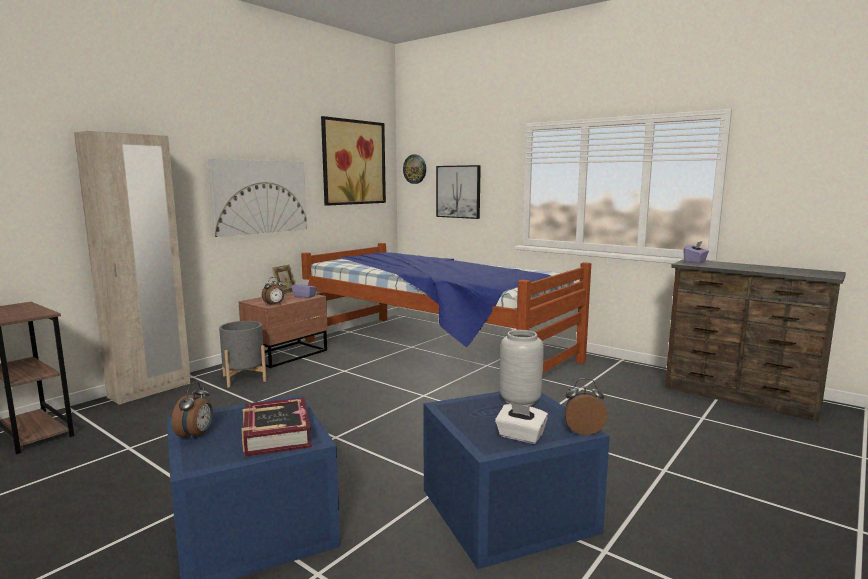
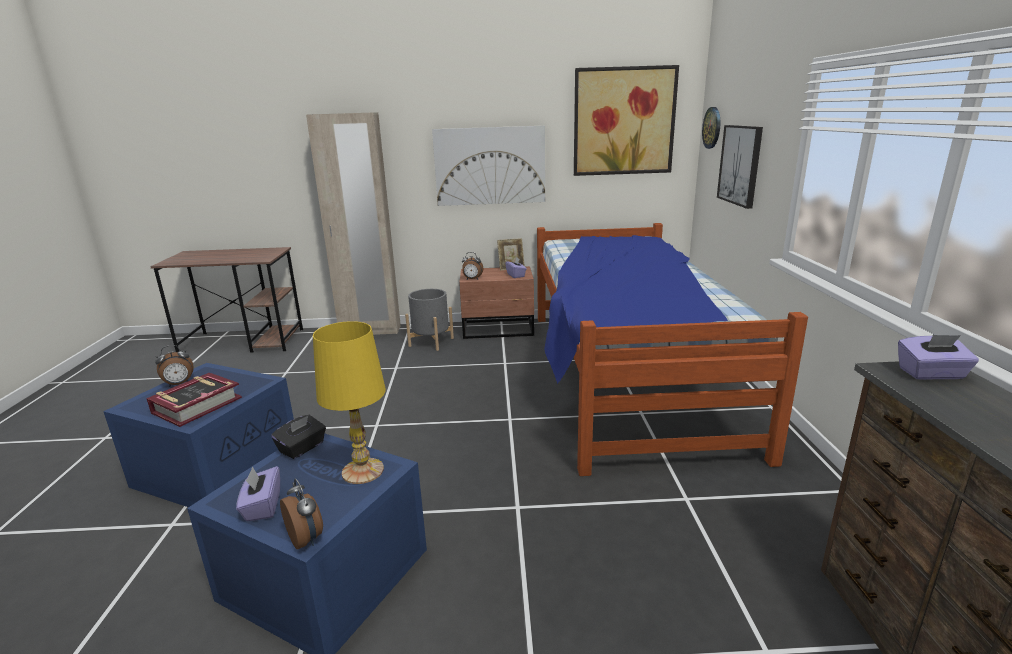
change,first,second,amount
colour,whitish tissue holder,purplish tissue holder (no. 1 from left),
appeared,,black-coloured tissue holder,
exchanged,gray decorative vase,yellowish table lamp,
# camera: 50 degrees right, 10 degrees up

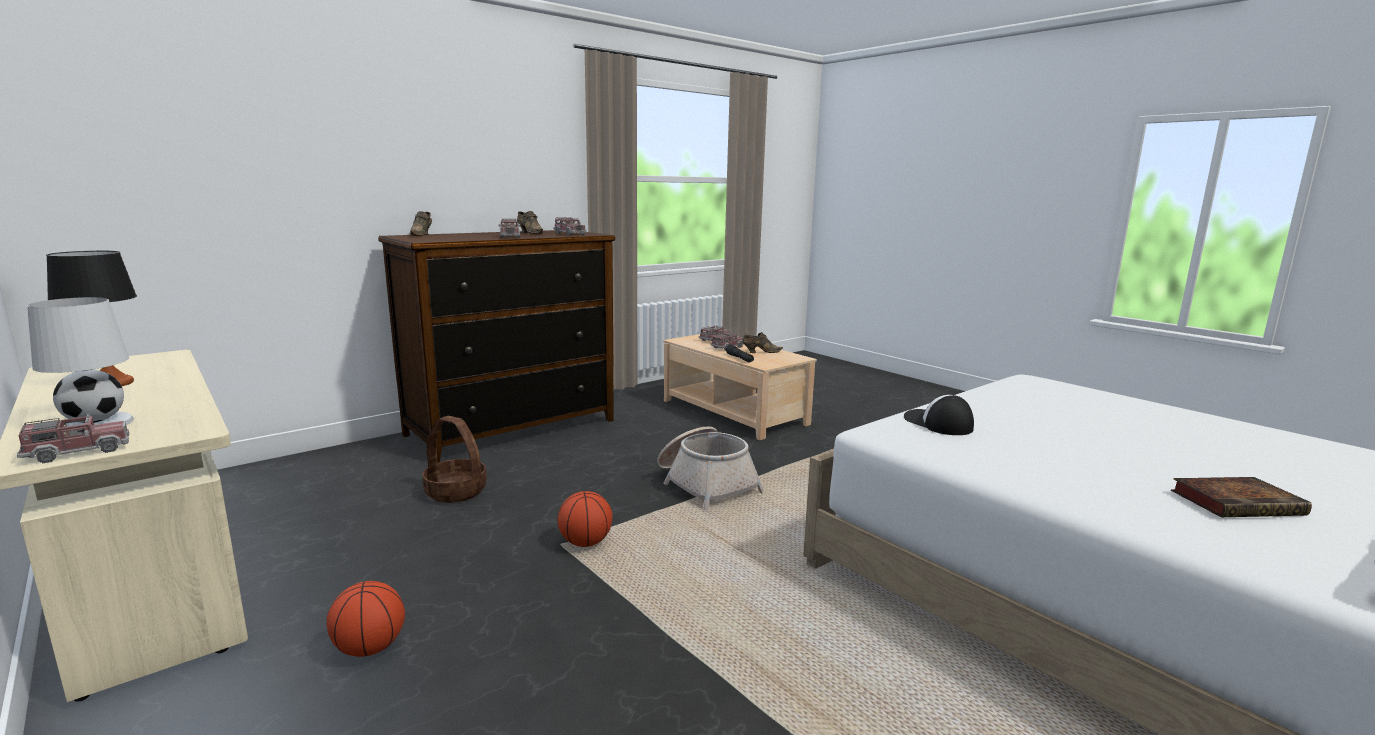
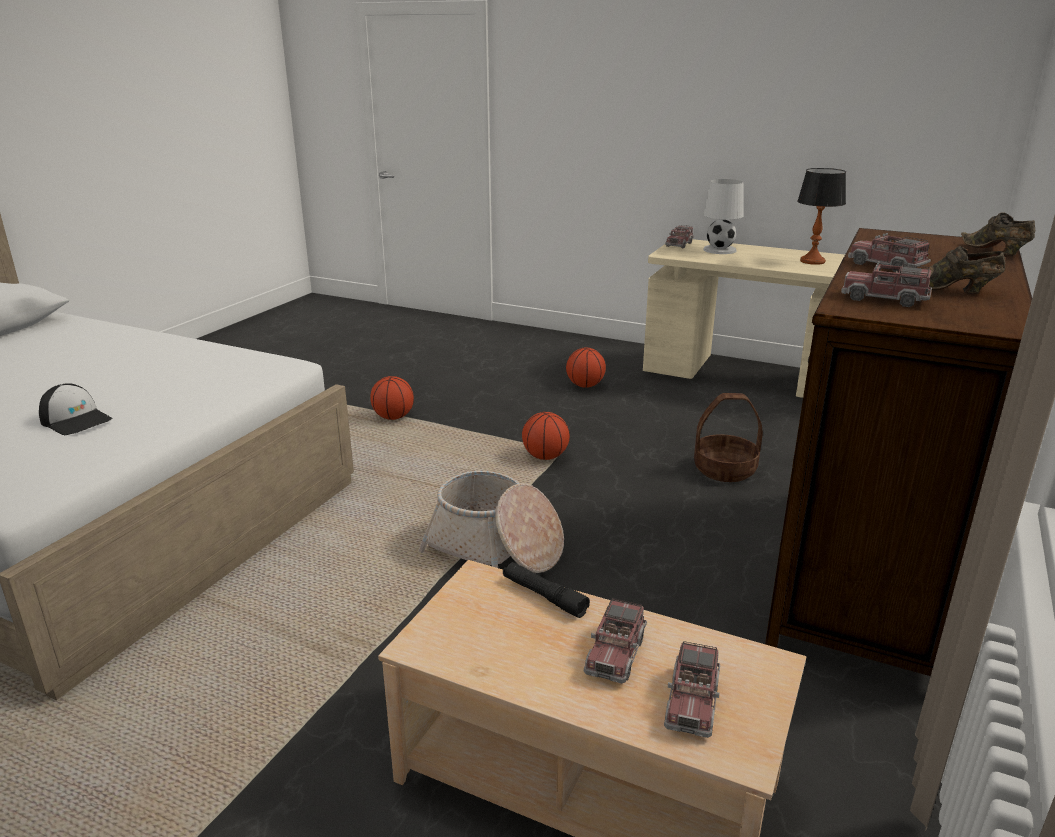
change,first,second,amount
relocated,peaked cap,,
appeared,,basketball ball (no. 1 from left),
missing,brownish shoe (no. 3 from left),,
missing,bound book,,
# camera: 155 degrees right, 10 degrees up

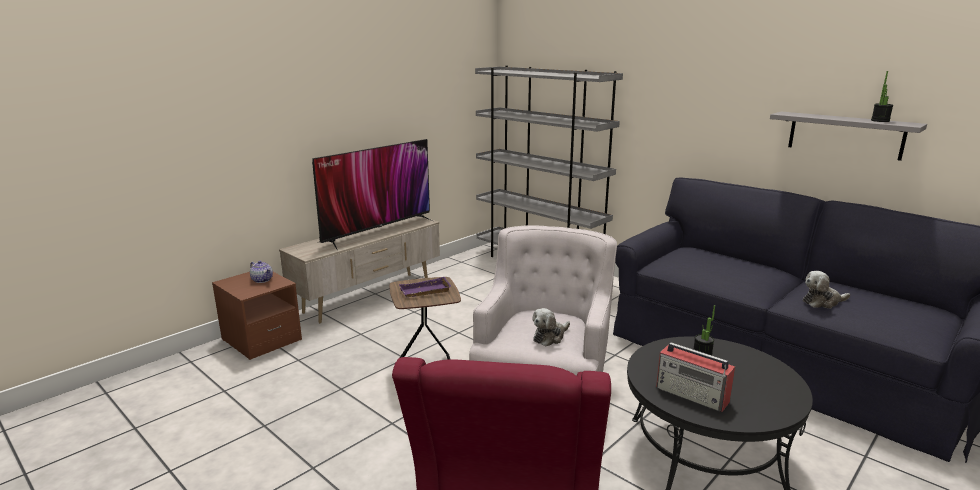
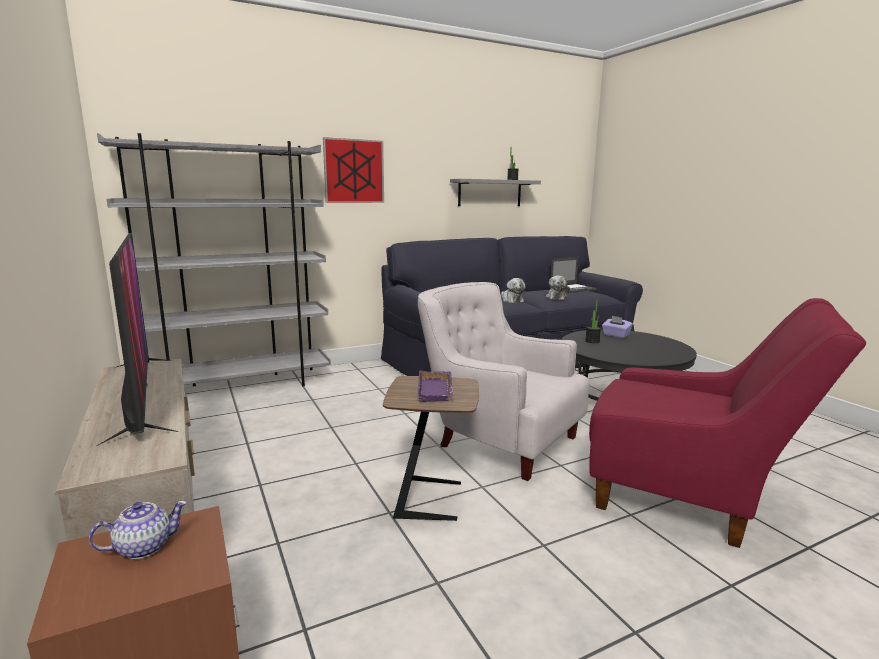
change,first,second,amount
appeared,,wall picture,
relocated,plush toy (no. 1 from left),,
appeared,,laptop,
appeared,,purplish tissue holder,
missing,radio receiver,,
# camera: 70 degrees left, 5 degrees down

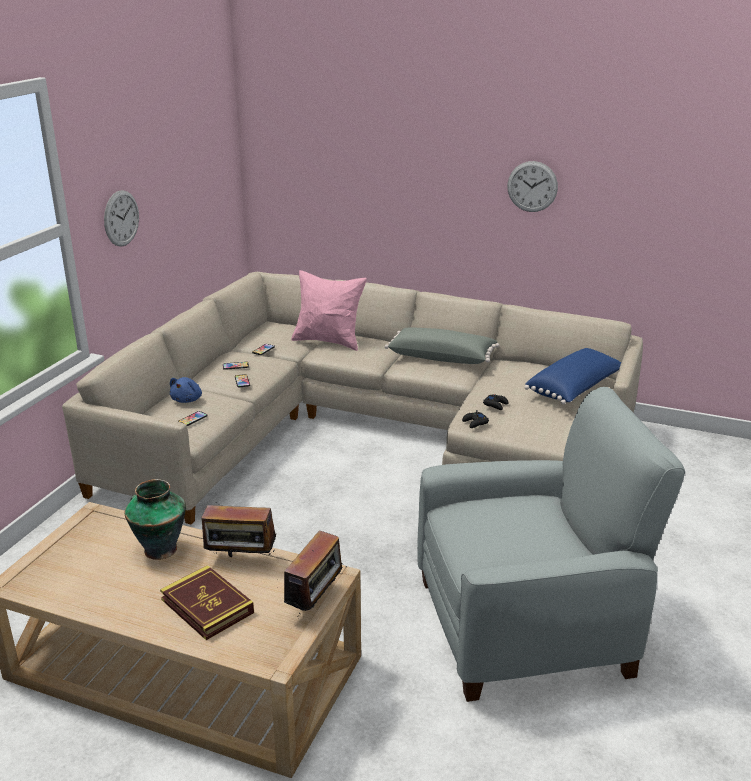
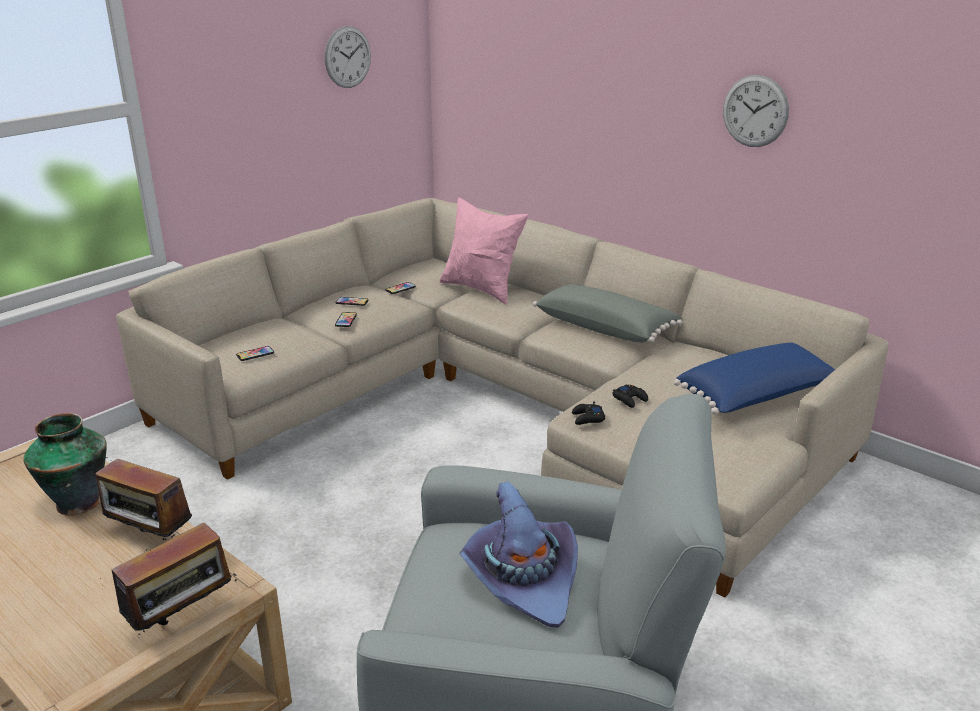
change,first,second,amount
relocated,clock on the wall (no. 1 from left),,
appeared,,purplish clothing hat,
missing,bound book,,
missing,bluish plush toy,,
# camera: 20 degrees right, 0 degrees up

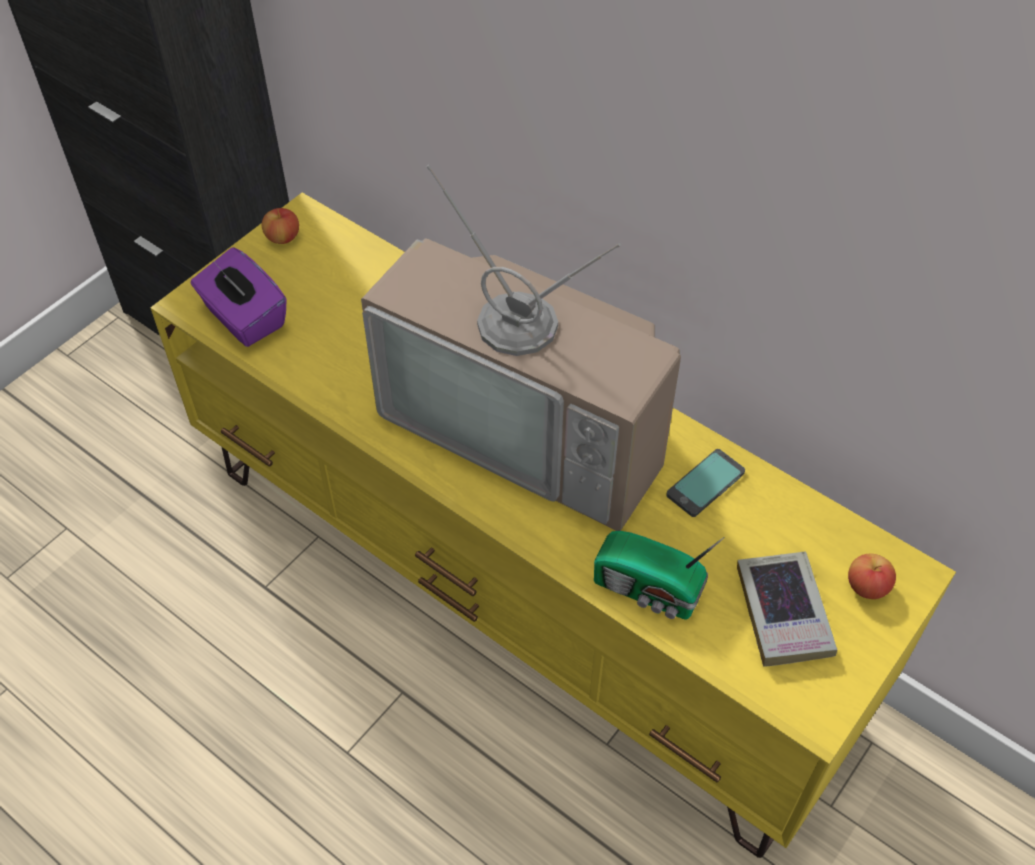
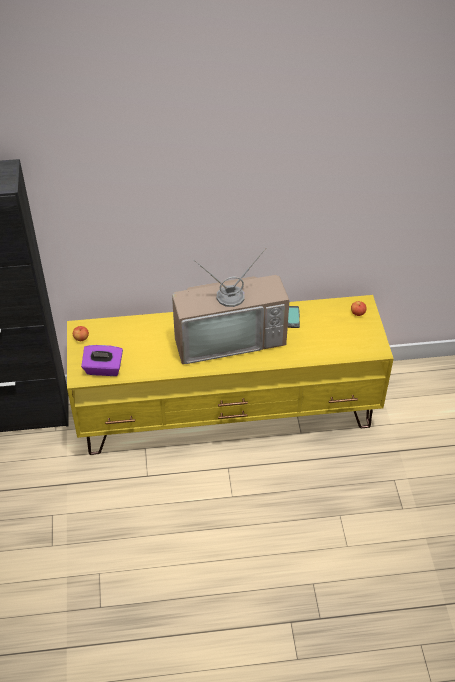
change,first,second,amount
missing,radio receiver,,
missing,bound book,,
# camera: 45 degrees left, 5 degrees down

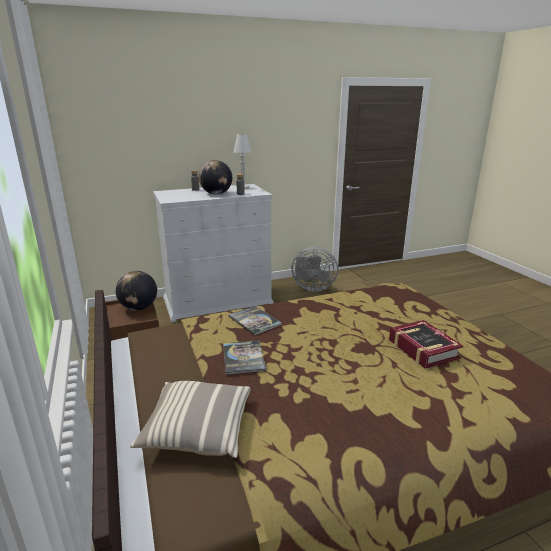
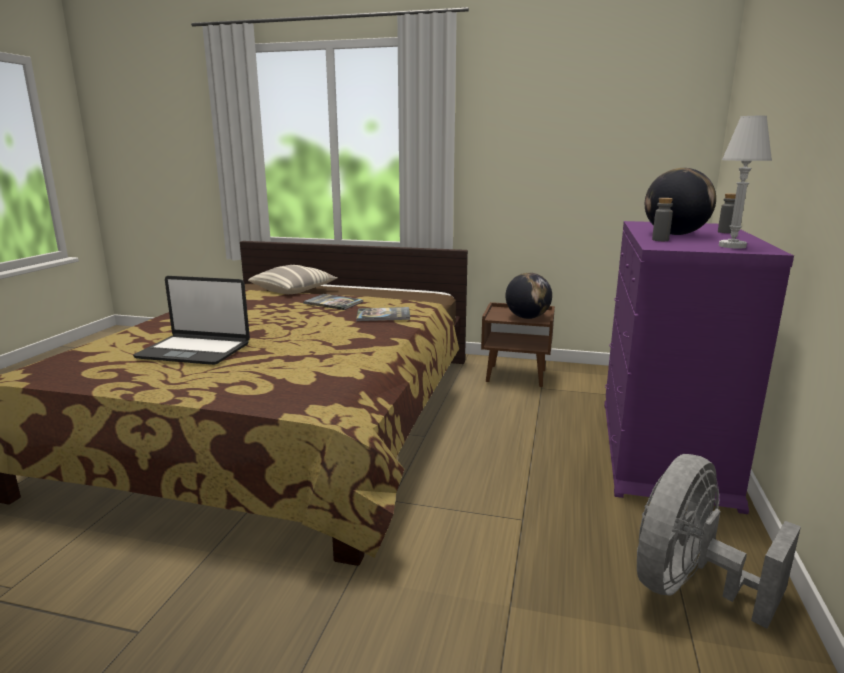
change,first,second,amount
exchanged,bound book (no. 3 from left),laptop,
colour,whitish dresser,purplish dresser,
# camera: 125 degrees right, 5 degrees down

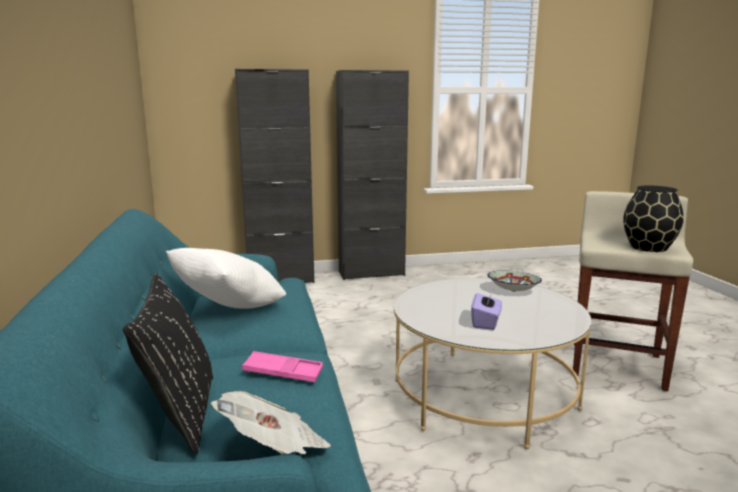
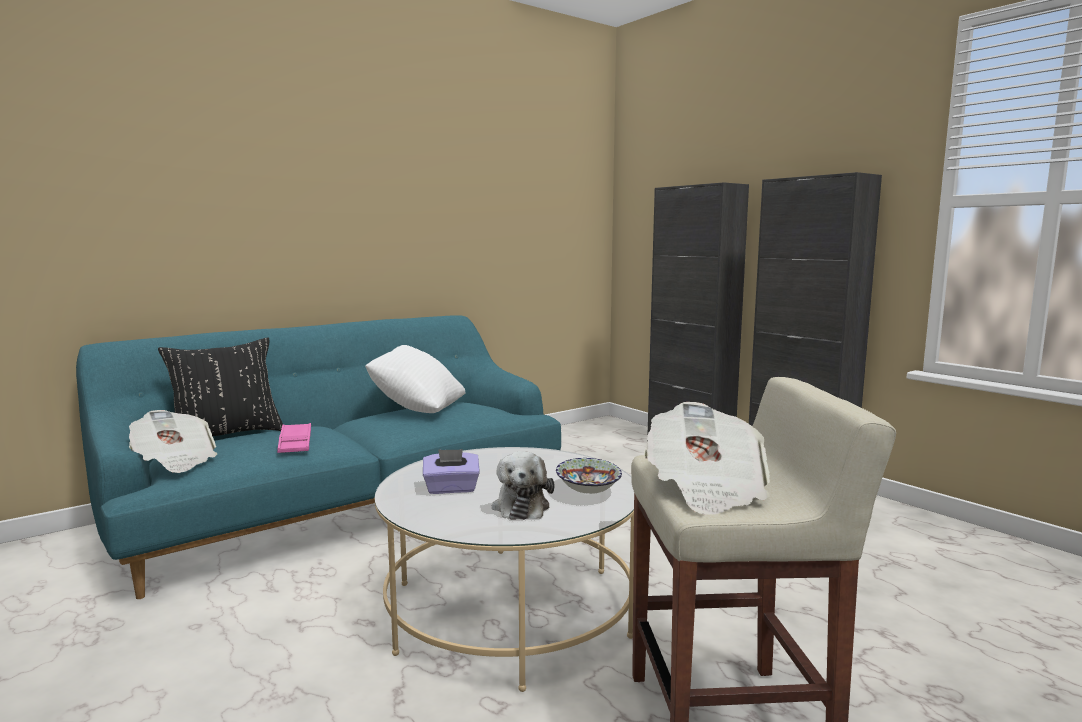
change,first,second,amount
appeared,,plush toy,
exchanged,black-coloured decorative vase,newspaper (no. 2 from left),
# camera: 65 degrees right, 5 degrees down

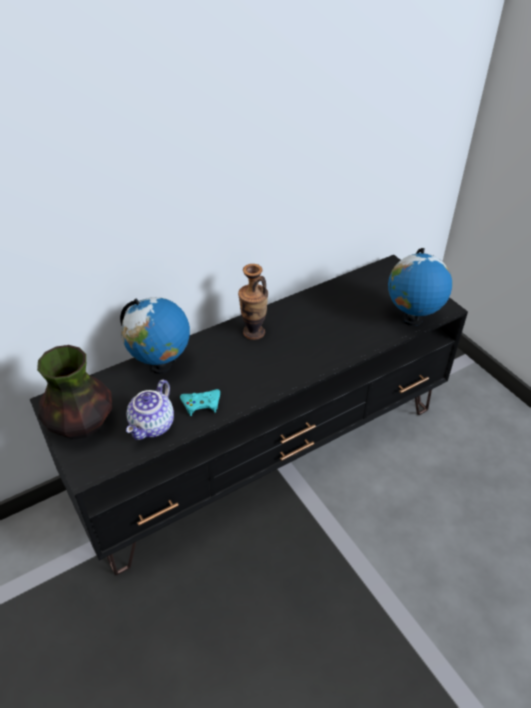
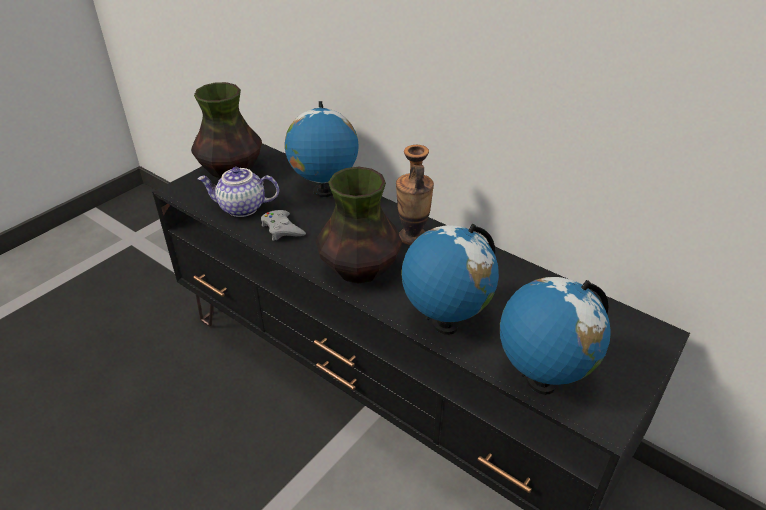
change,first,second,amount
colour,turquoise gamepad,gray gamepad,
appeared,,decorative vase (no. 2 from left),
appeared,,world globe (no. 2 from left),
# camera: 70 degrees right, 5 degrees down

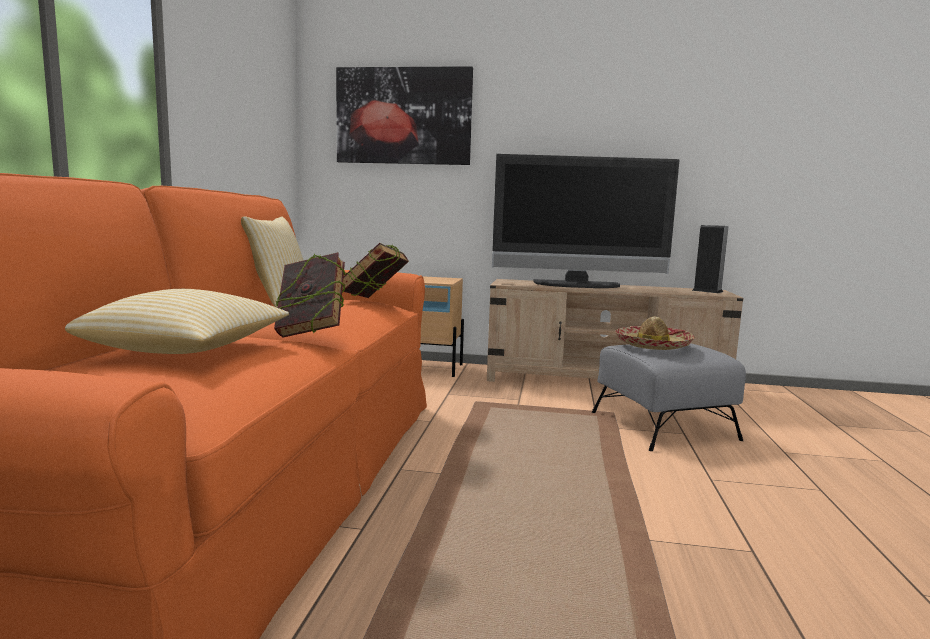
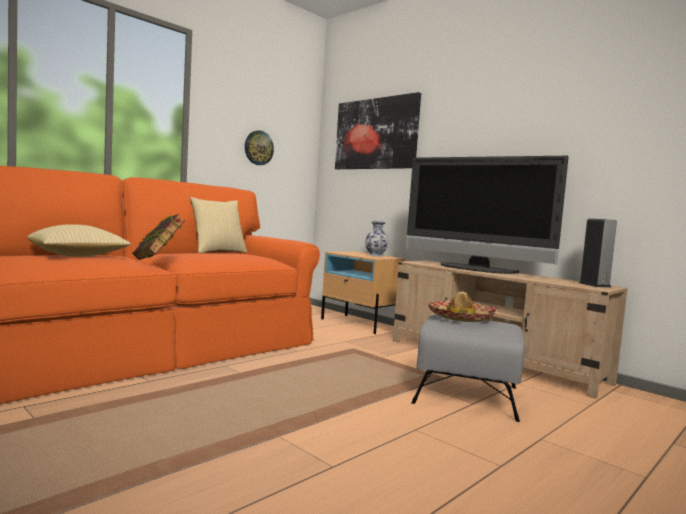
change,first,second,amount
appeared,,clock on the wall,
appeared,,decorative vase,
missing,bound book (no. 2 from left),,
# camera: 35 degrees right, 5 degrees down

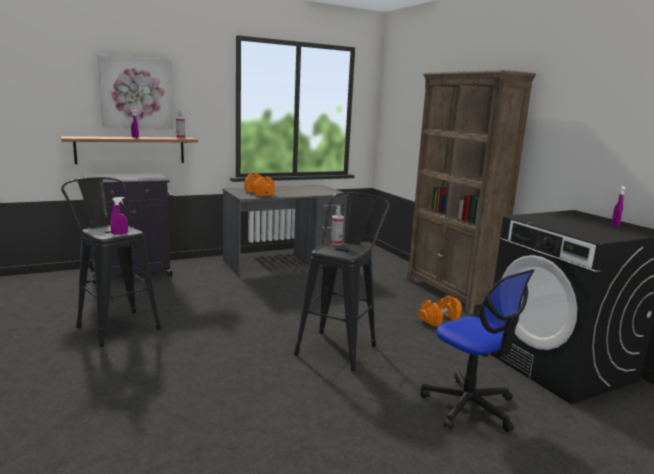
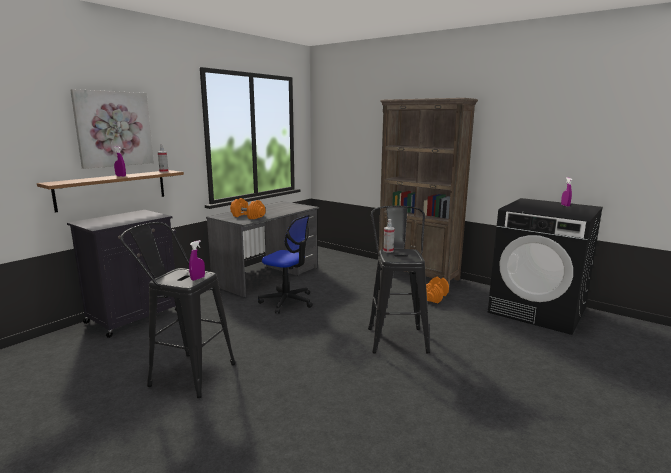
change,first,second,amount
relocated,computer chair,,
# camera: 25 degrees left, 0 degrees up

